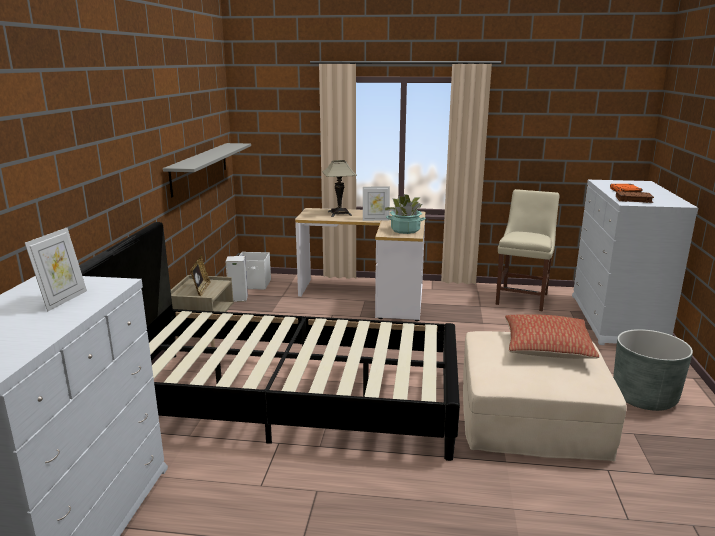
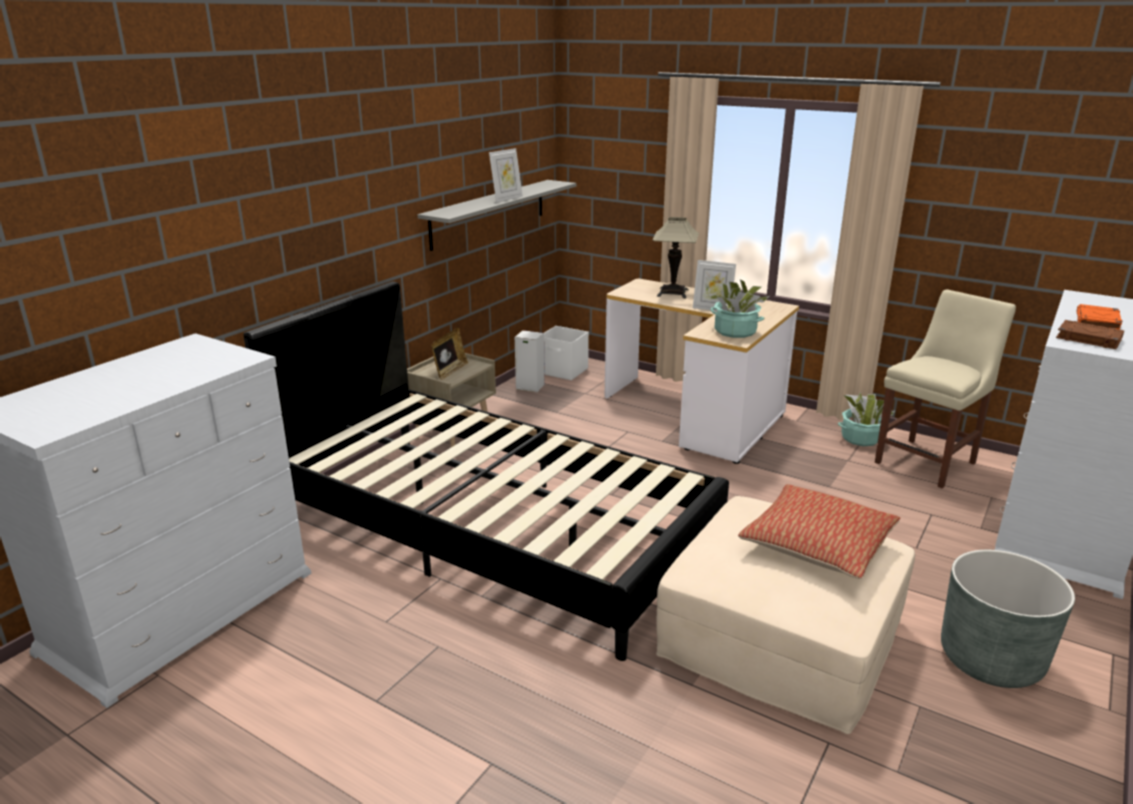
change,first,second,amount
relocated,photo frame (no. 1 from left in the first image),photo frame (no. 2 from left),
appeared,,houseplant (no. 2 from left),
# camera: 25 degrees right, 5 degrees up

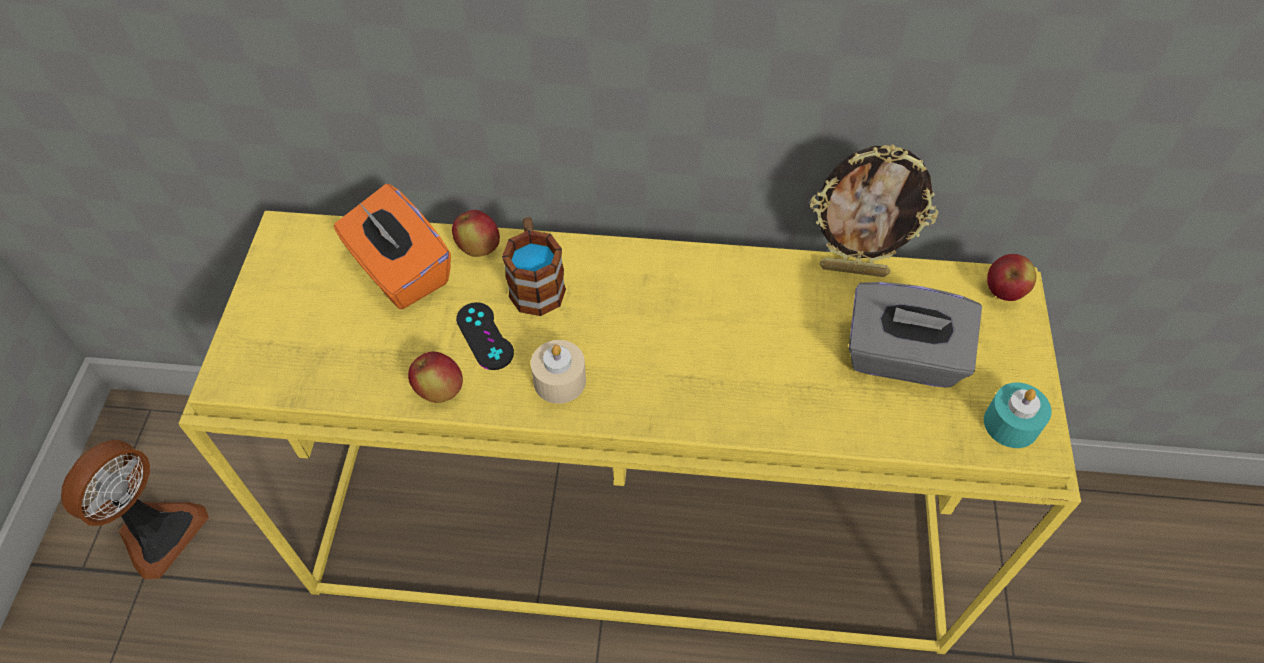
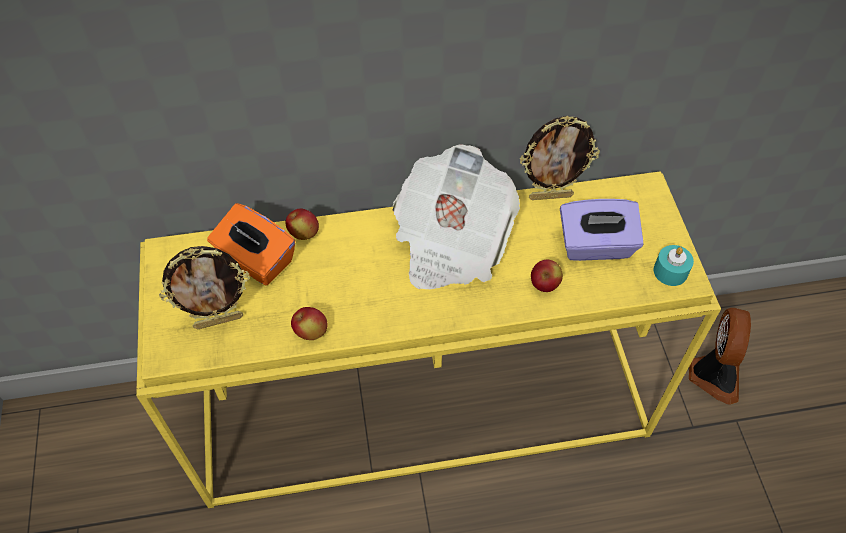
change,first,second,amount
appeared,,photo frame (no. 1 from left),
appeared,,newspaper,
relocated,whole apple (no. 3 from left),,
colour,gray tissue holder,purplish tissue holder,
relocated,electric fan,,
missing,black-coloured gamepad,,
missing,tea mug,,
missing,beige wax candle,,
# camera: 15 degrees left, 0 degrees up

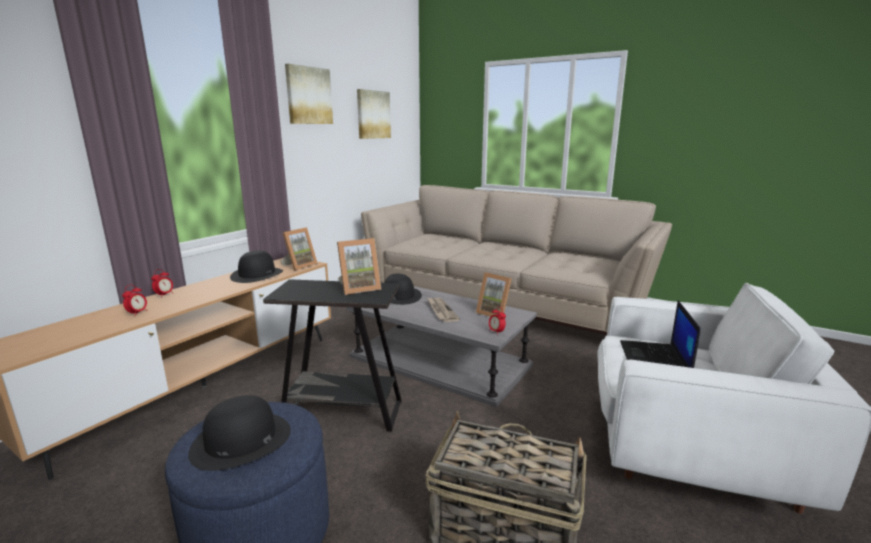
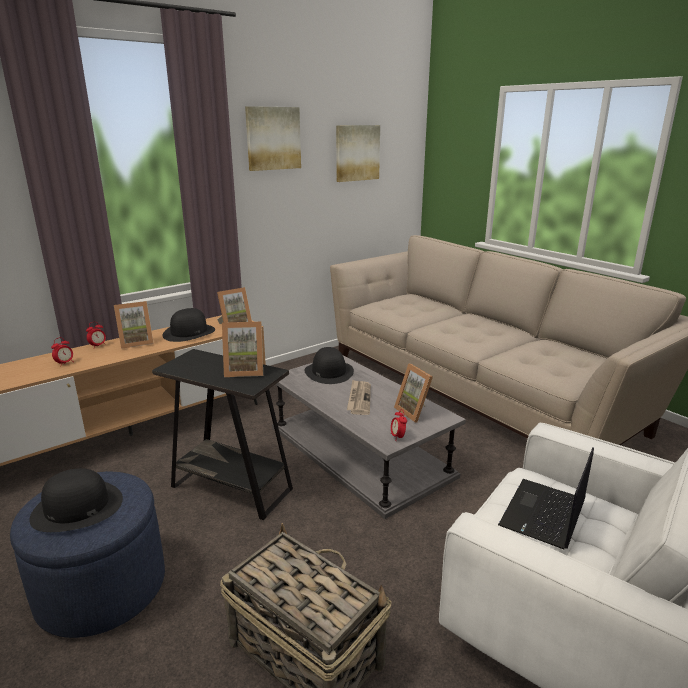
change,first,second,amount
appeared,,photo frame (no. 1 from left),
# camera: 20 degrees right, 5 degrees up

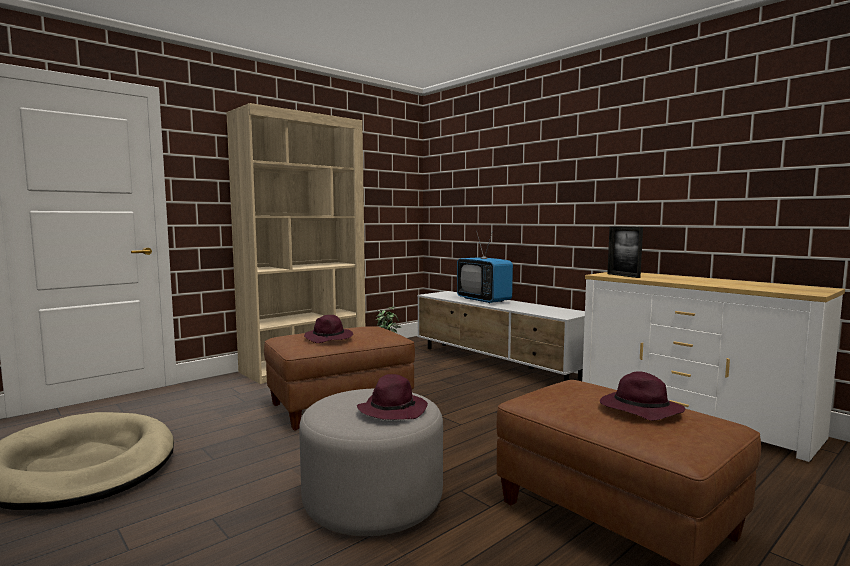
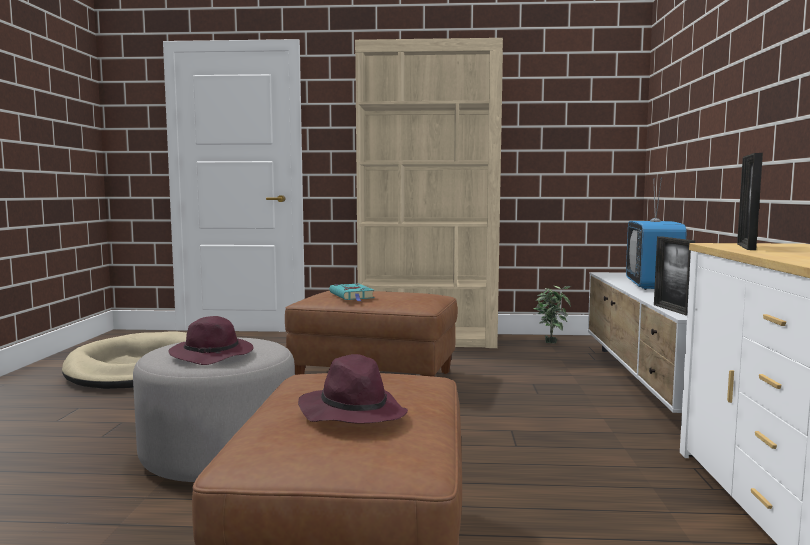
change,first,second,amount
exchanged,purplish clothing hat (no. 1 from left),turquoise bound book,
appeared,,photo frame (no. 1 from left),
# camera: 45 degrees right, 0 degrees up

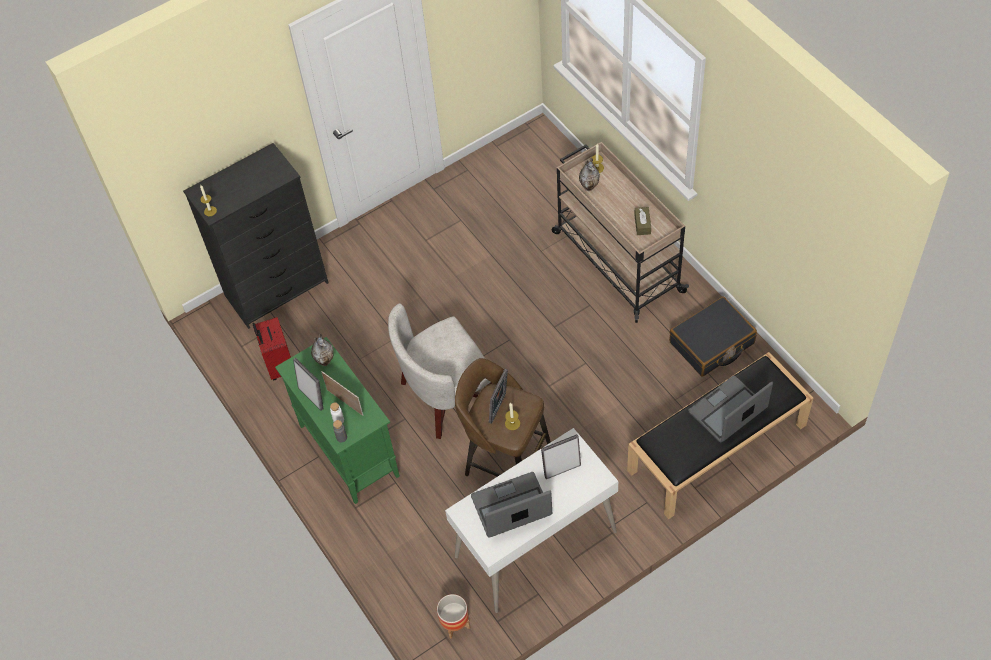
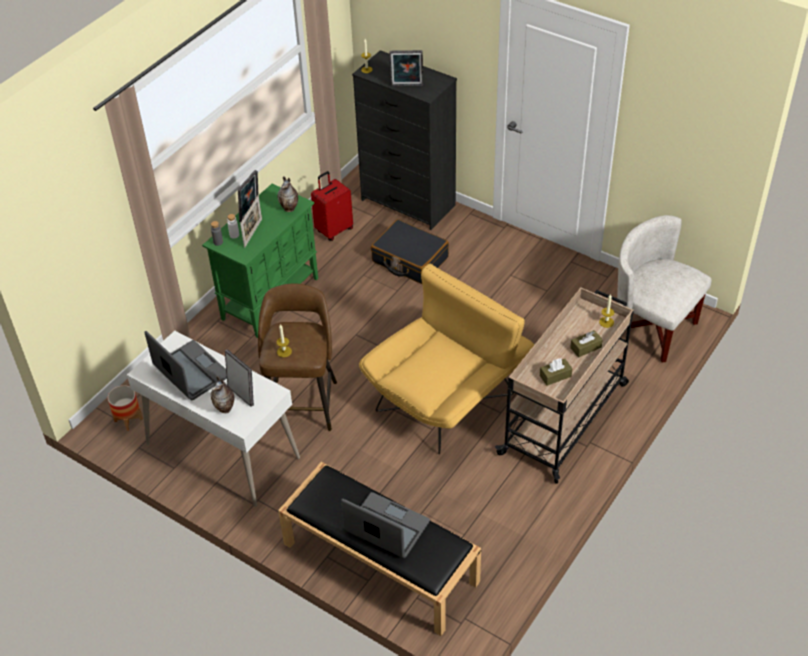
change,first,second,amount
relocated,decorative vase (no. 2 from left in the first image),decorative vase (no. 1 from left),
appeared,,yellowish easy chair,
relocated,black-coloured travel case,,
relocated,photo frame (no. 3 from left in the first image),photo frame (no. 4 from left),
appeared,,brownish tissue holder (no. 2 from left),
relocated,whitish easy chair,,
# camera: 65 degrees right, 10 degrees down

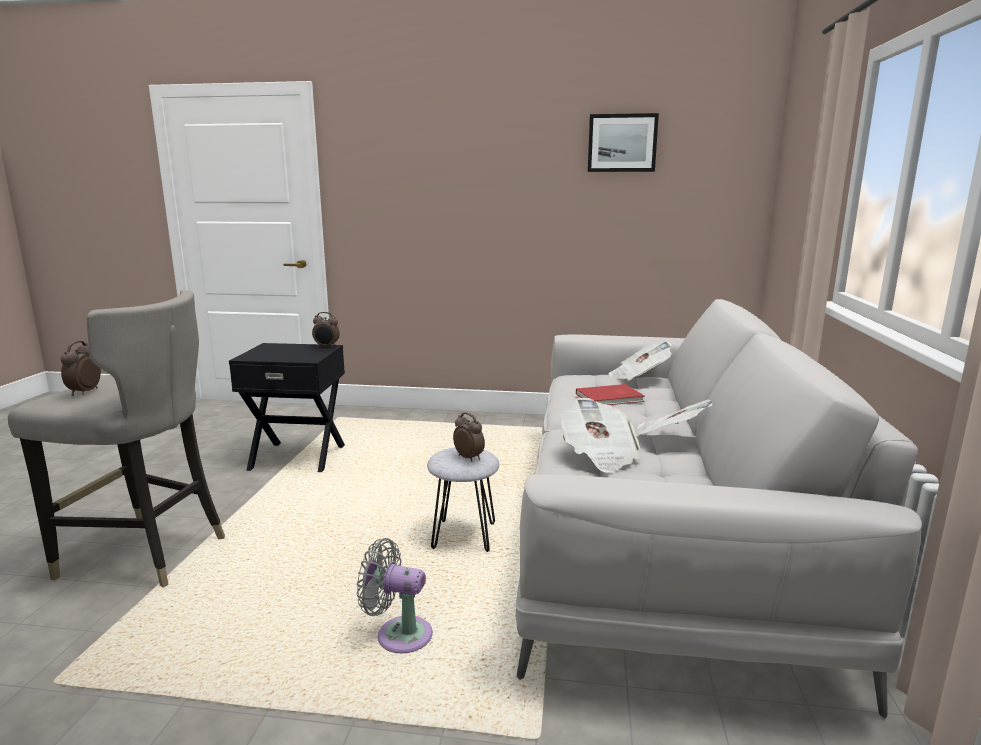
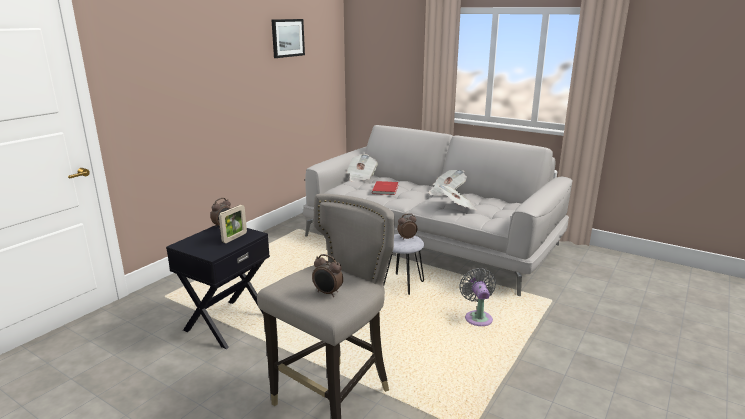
change,first,second,amount
appeared,,photo frame,
spun,gray electric fan,,135 degrees clockwise
# camera: 65 degrees left, 5 degrees up

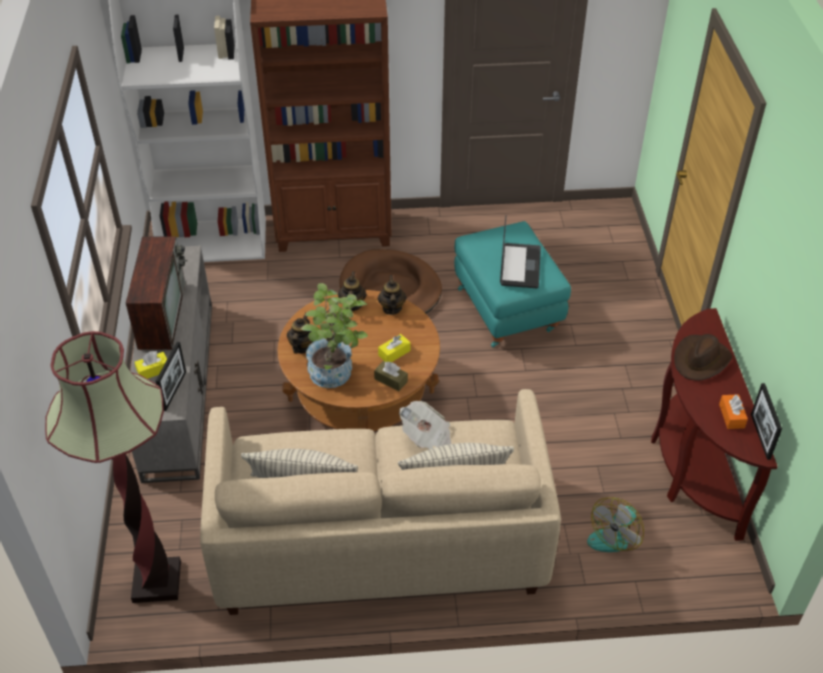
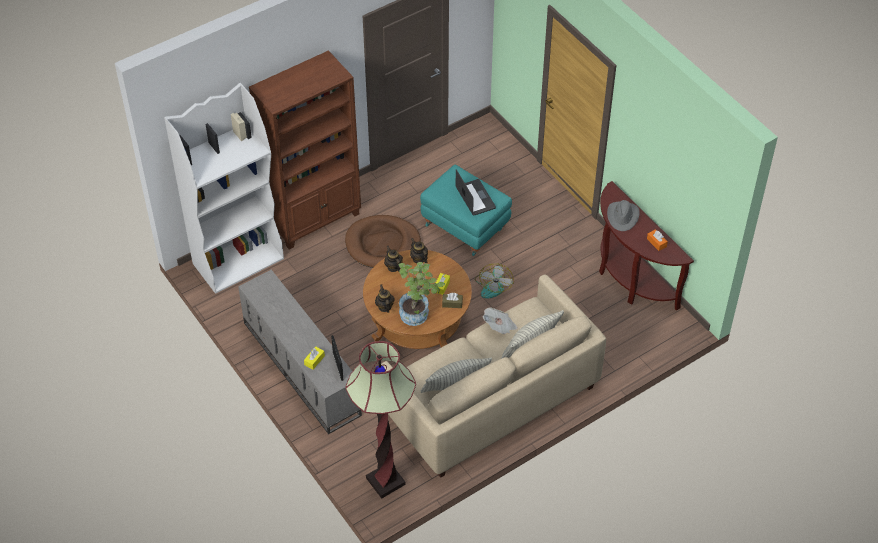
change,first,second,amount
relocated,electric fan,,
colour,brownish clothing hat,gray clothing hat,
missing,television,,
missing,photo frame (no. 2 from left),,
# camera: 30 degrees left, 5 degrees up

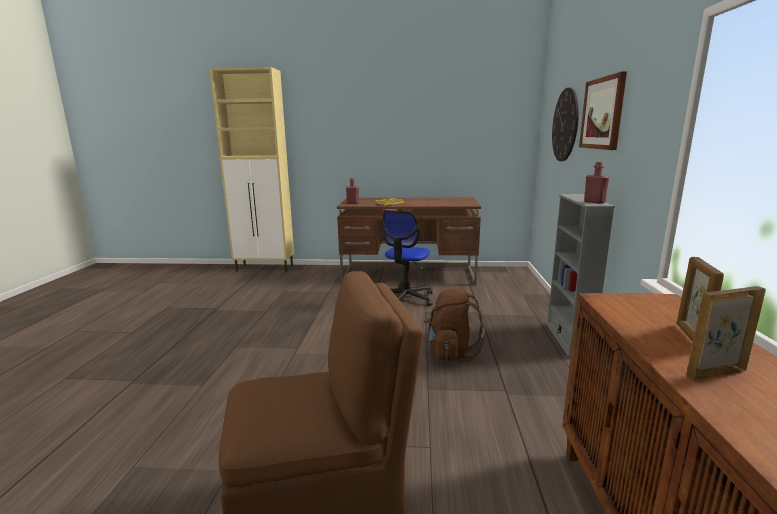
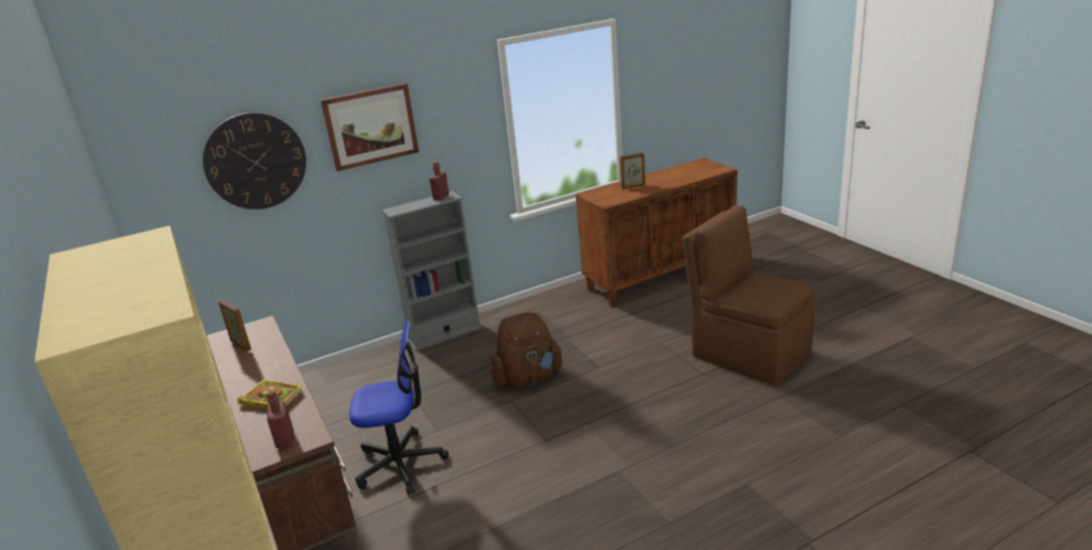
change,first,second,amount
relocated,photo frame (no. 2 from left in the first image),photo frame (no. 1 from left),
# camera: 120 degrees left, 10 degrees up

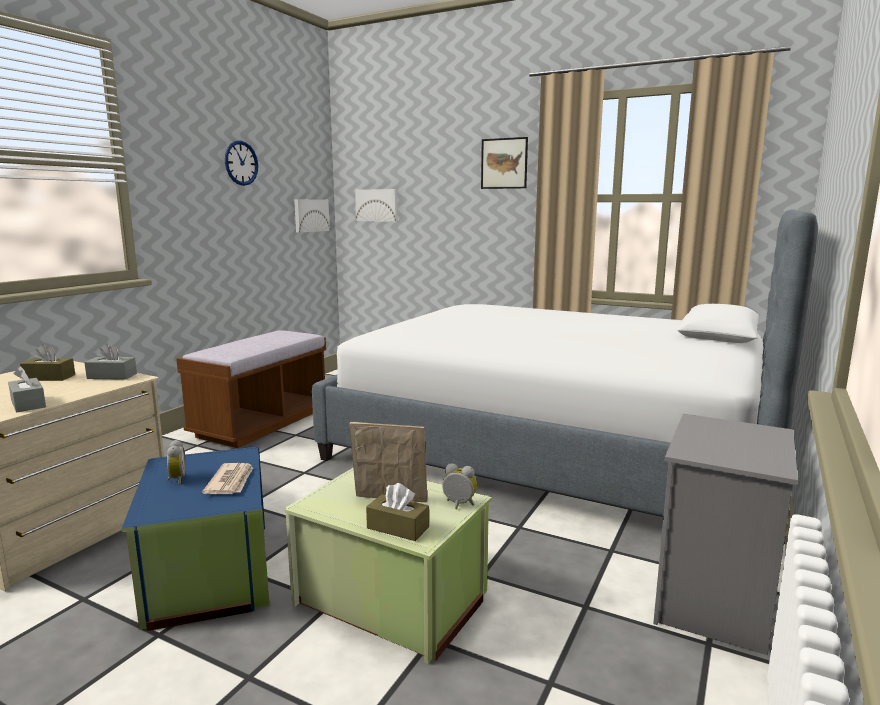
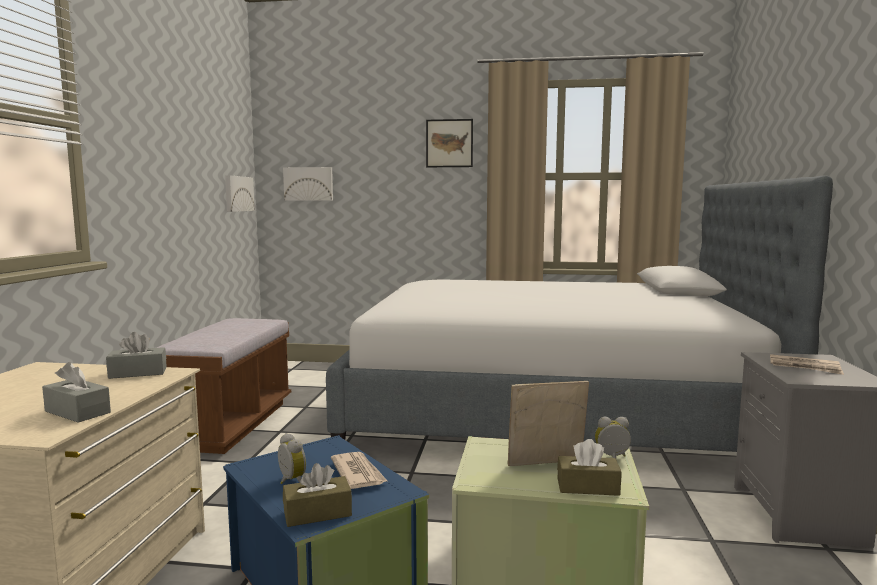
change,first,second,amount
relocated,brownish tissue holder (no. 1 from left),,
appeared,,newspaper (no. 2 from left),
missing,clock on the wall,,
# camera: 20 degrees left, 5 degrees down

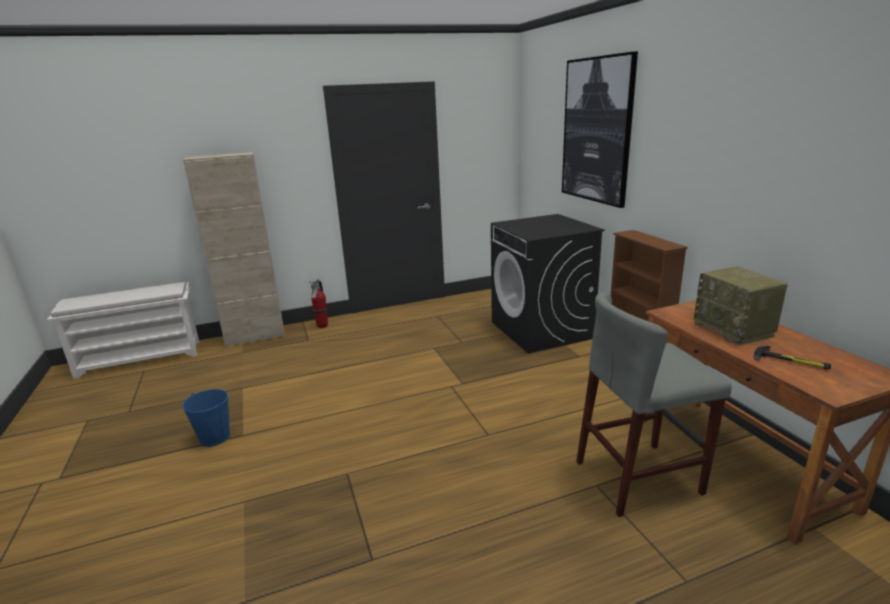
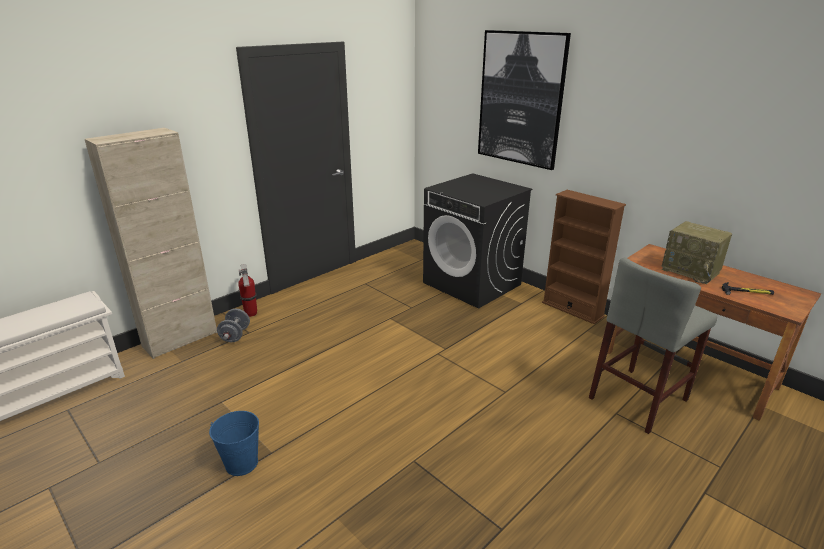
change,first,second,amount
appeared,,gray dumbbell,
# camera: 25 degrees left, 5 degrees up

